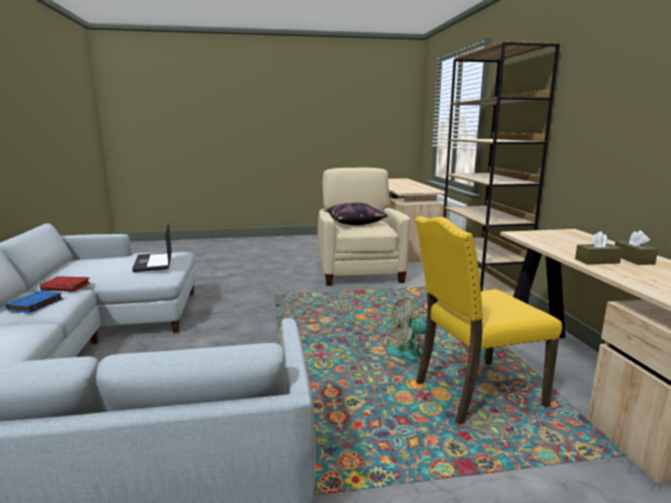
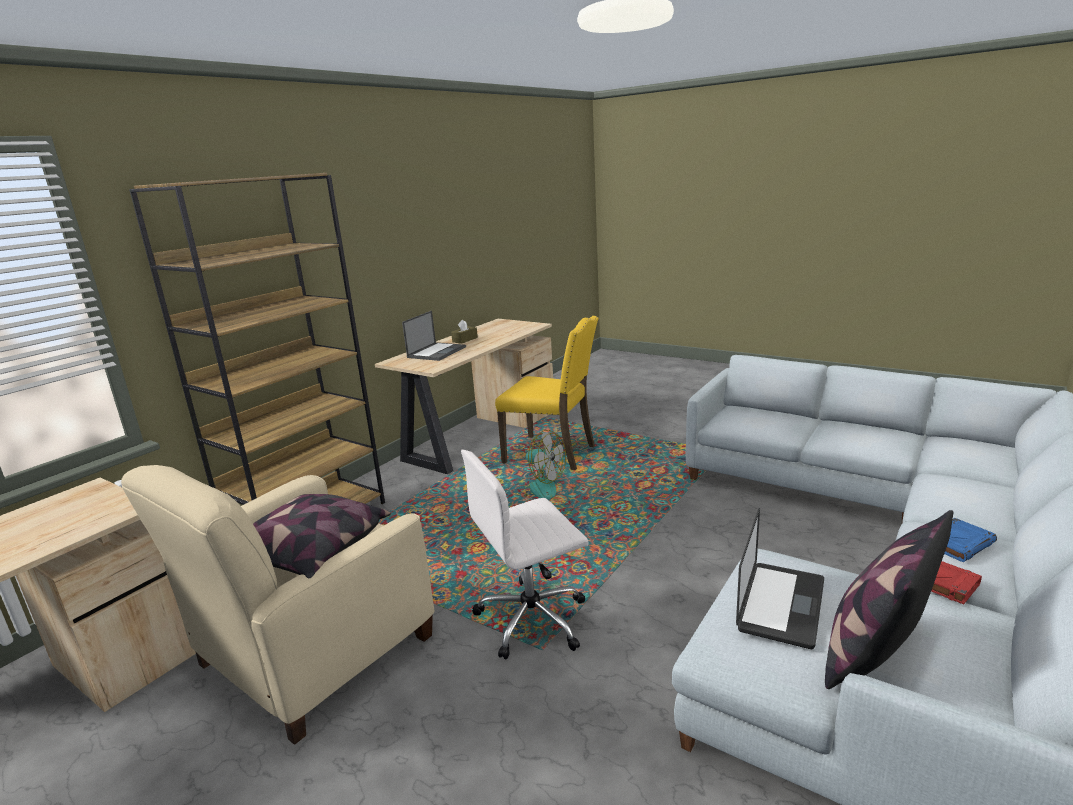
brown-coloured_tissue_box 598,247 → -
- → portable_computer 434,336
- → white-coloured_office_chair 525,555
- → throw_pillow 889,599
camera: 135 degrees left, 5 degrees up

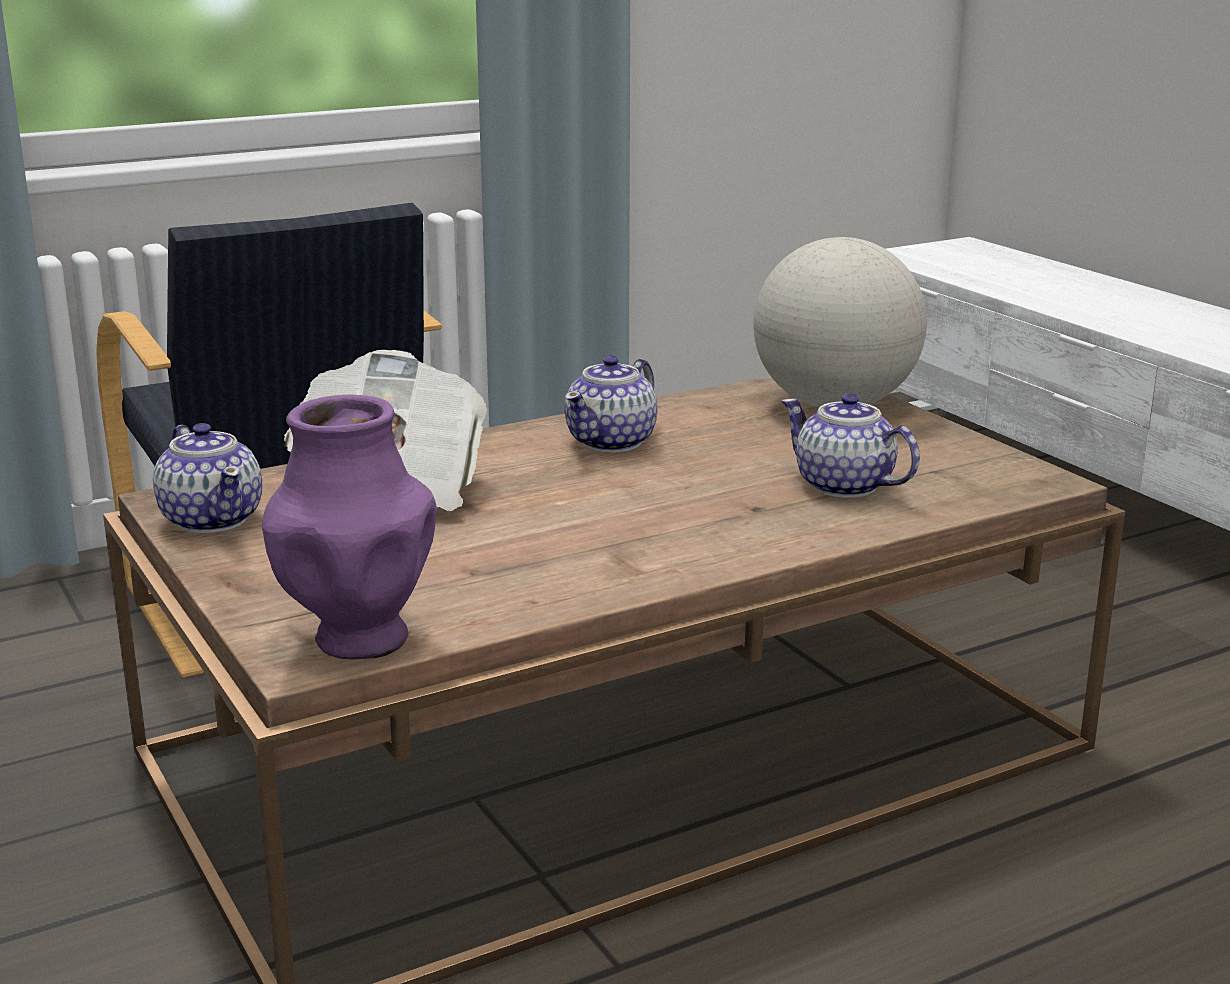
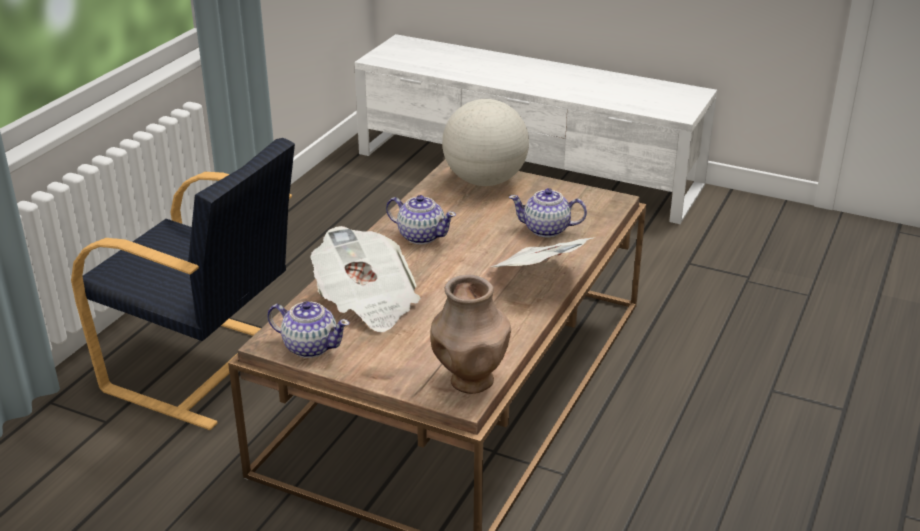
teapot 611,404 → teapot 421,219, 60 degrees counterclockwise
purplish_vase 349,527 → brown-coloured_vase 470,334
- → printed_paper 543,252
camera: 35 degrees left, 10 degrees up

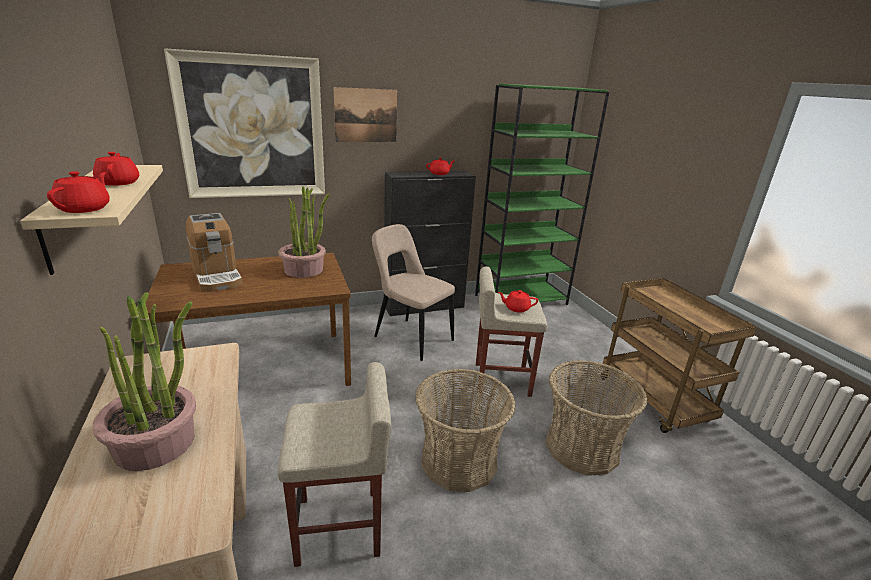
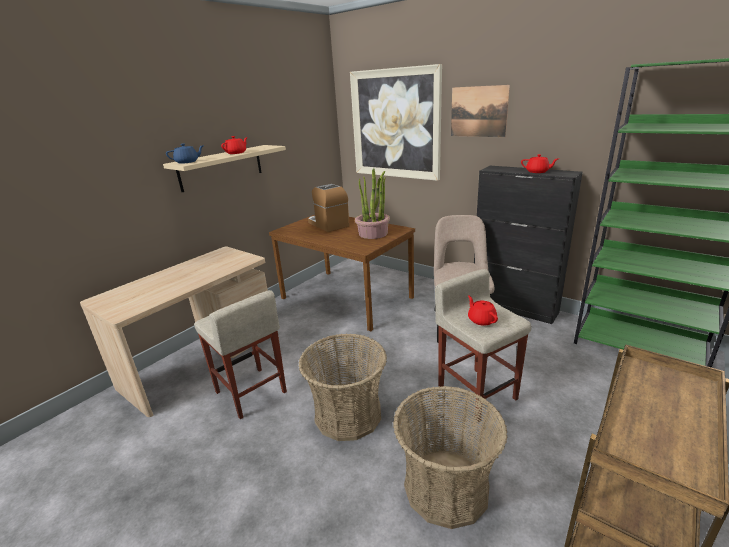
red-coloured_teapot 78,192 → blue_teapot 185,153
coffee_machine 214,252 → coffee_machine 329,208, 120 degrees clockwise
houseplant 144,381 → -
camera: 60 degrees right, 0 degrees up

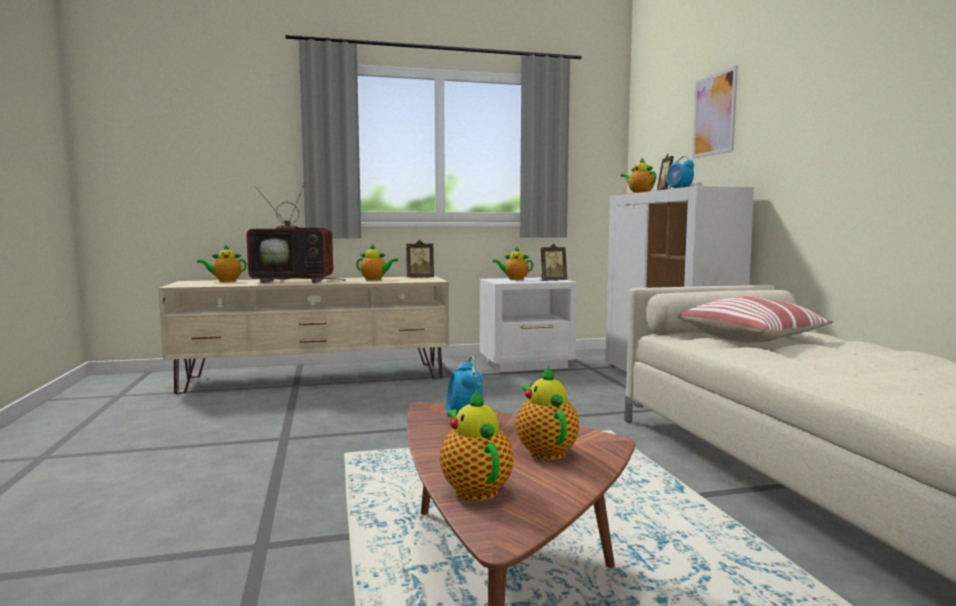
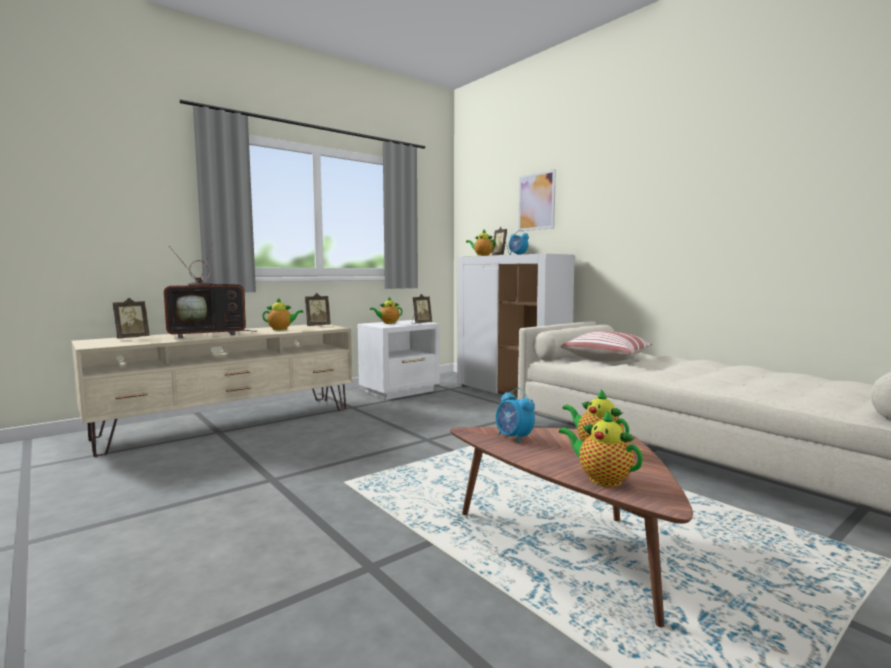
teapot 222,263 → standing_frame 131,318
camera: 25 degrees left, 0 degrees up

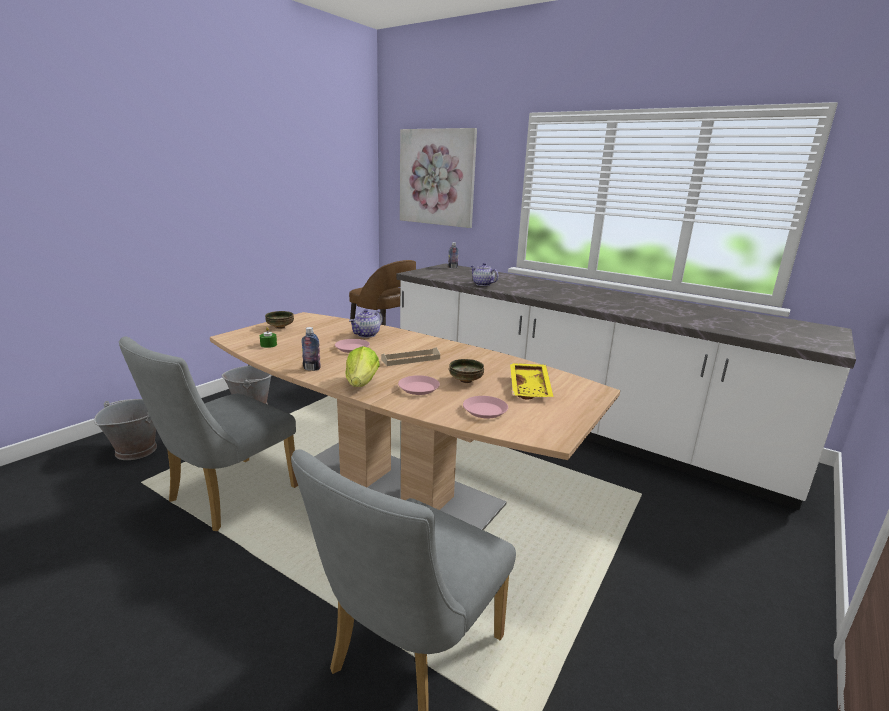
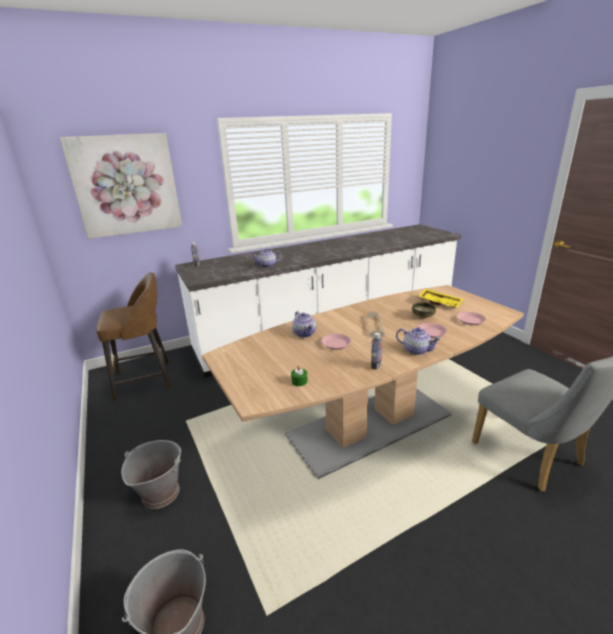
serving_bowl 279,320 → -
gray_chair 208,433 → -
lettuce_head 362,366 → teapot 418,341
camera: 60 degrees left, 5 degrees up

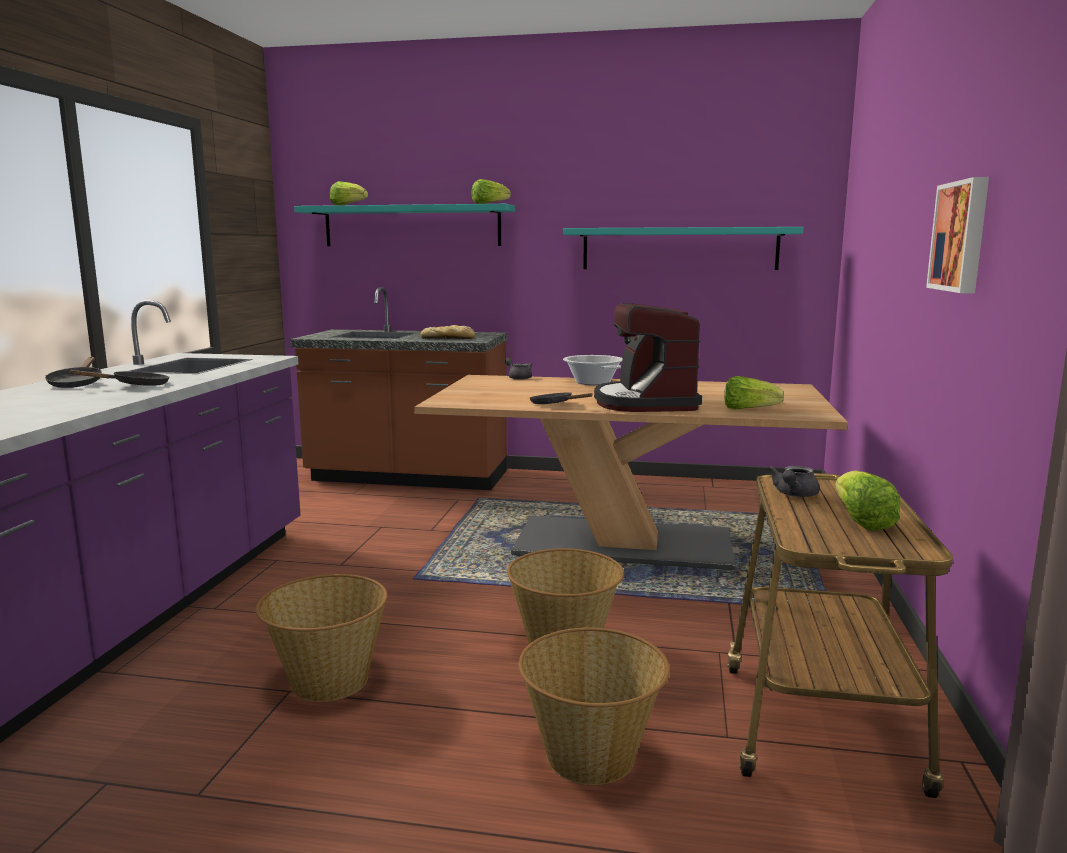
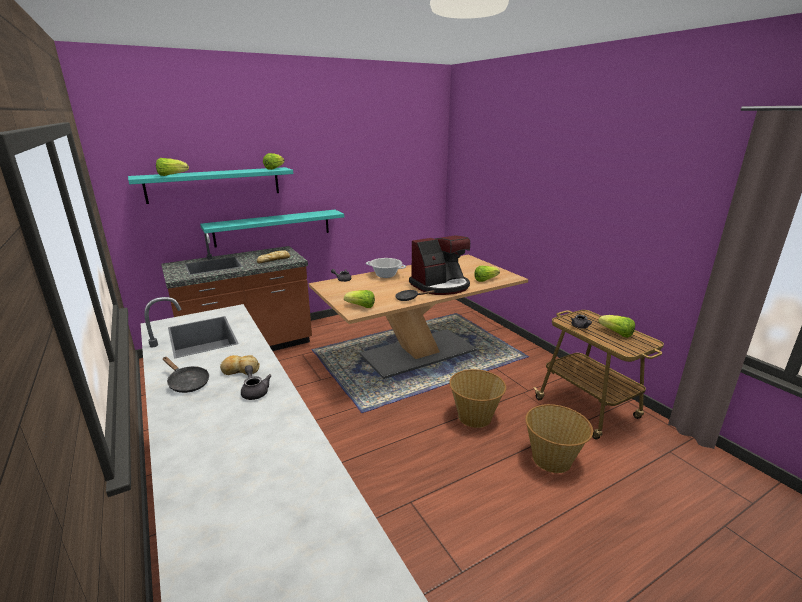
wall_picture 957,235 → -
turquoise-coloured_bracket_shelf 683,248 → turquoise-coloured_bracket_shelf 272,228, relocated
coffee_machine 648,357 → coffee_machine 439,265, 75 degrees counterclockwise
blackish_frying_pan 119,378 → bread 240,365
basket 321,638 → -
- → lettuce_head 359,299
- → gray_teapot 256,382
camera: 40 degrees left, 10 degrees up

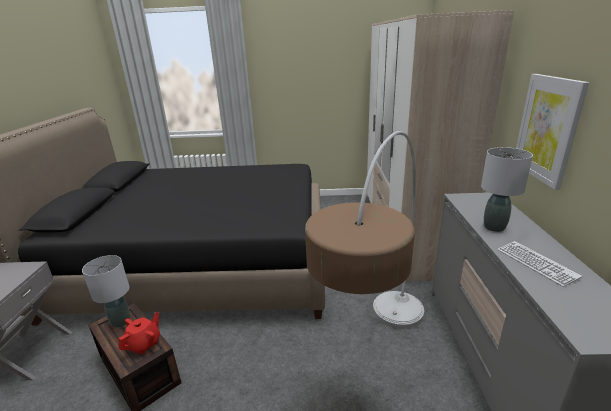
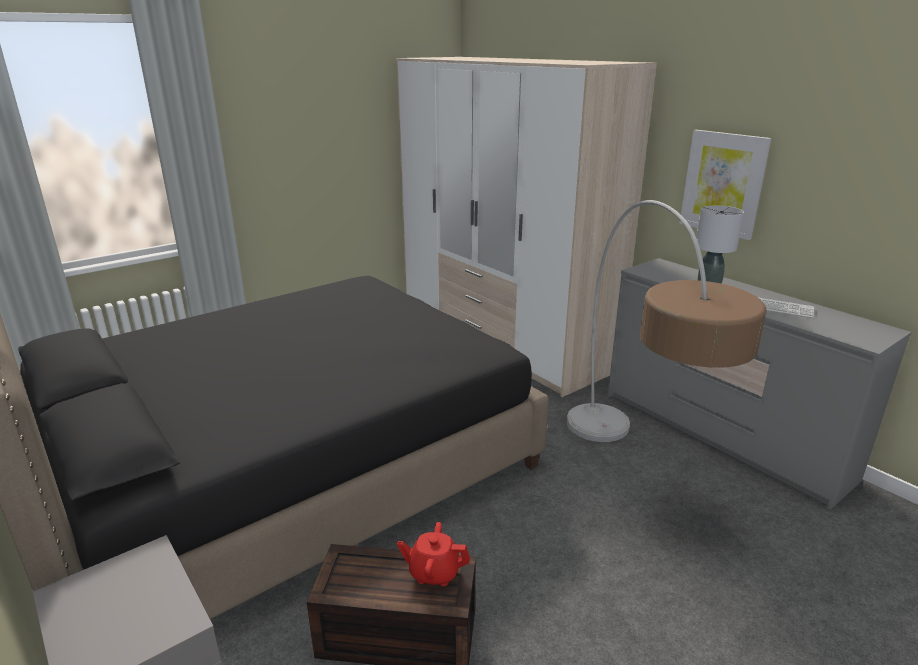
gray_tabletop_lamp 106,291 → -
red-coloured_teapot 139,333 → red-coloured_teapot 433,554, 75 degrees counterclockwise
camera: 40 degrees left, 0 degrees up

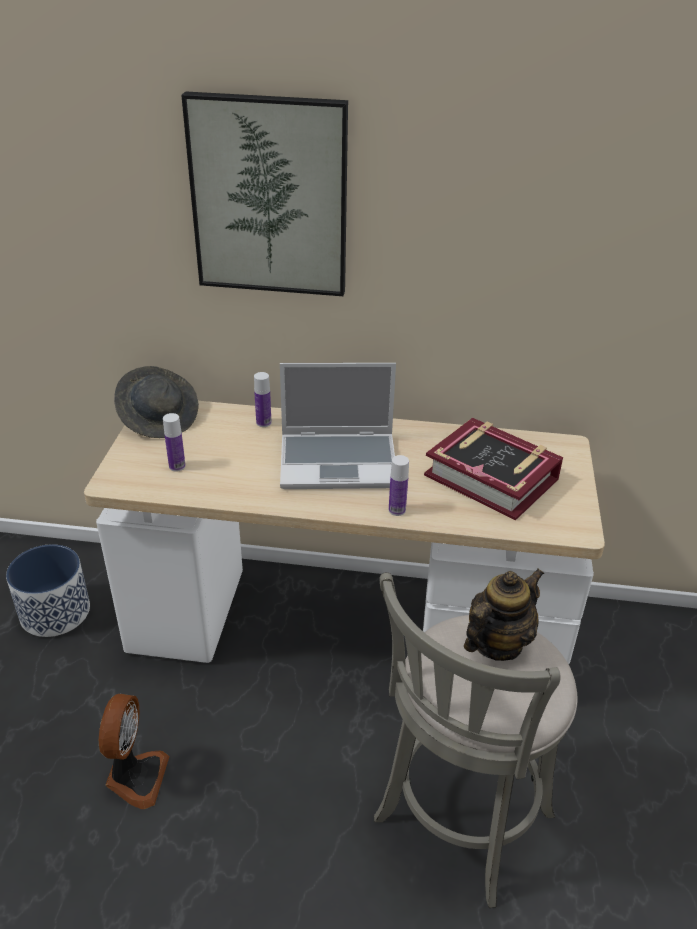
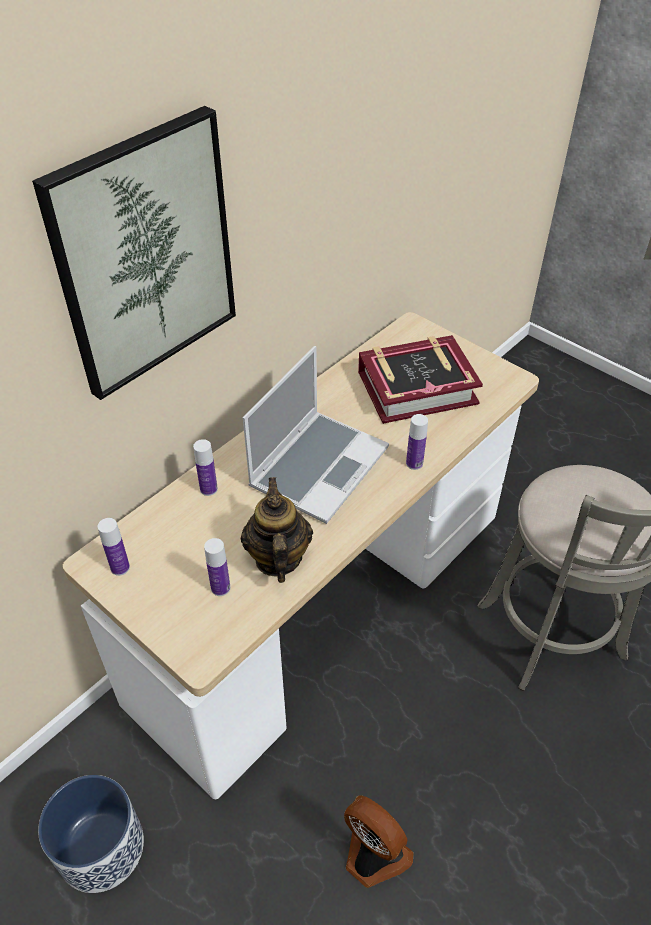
gray_wearable_hat 156,402 → bottle 114,547
teapot 504,615 → teapot 277,530, relocated
camera: 55 degrees left, 10 degrees up

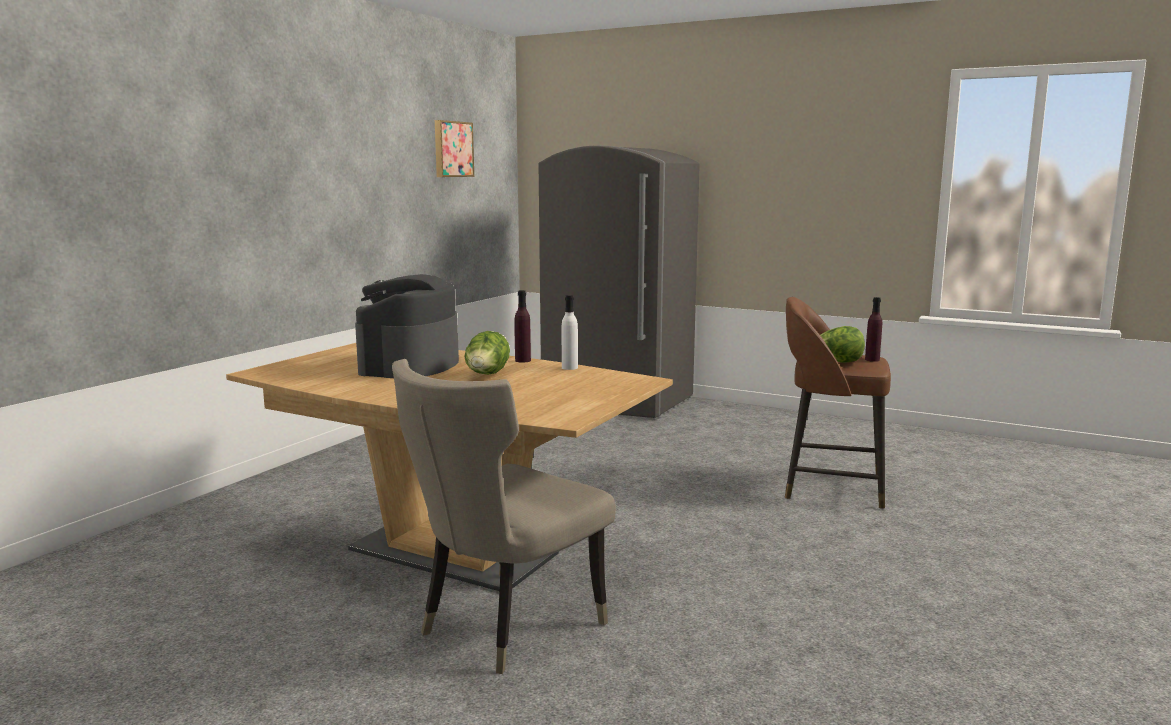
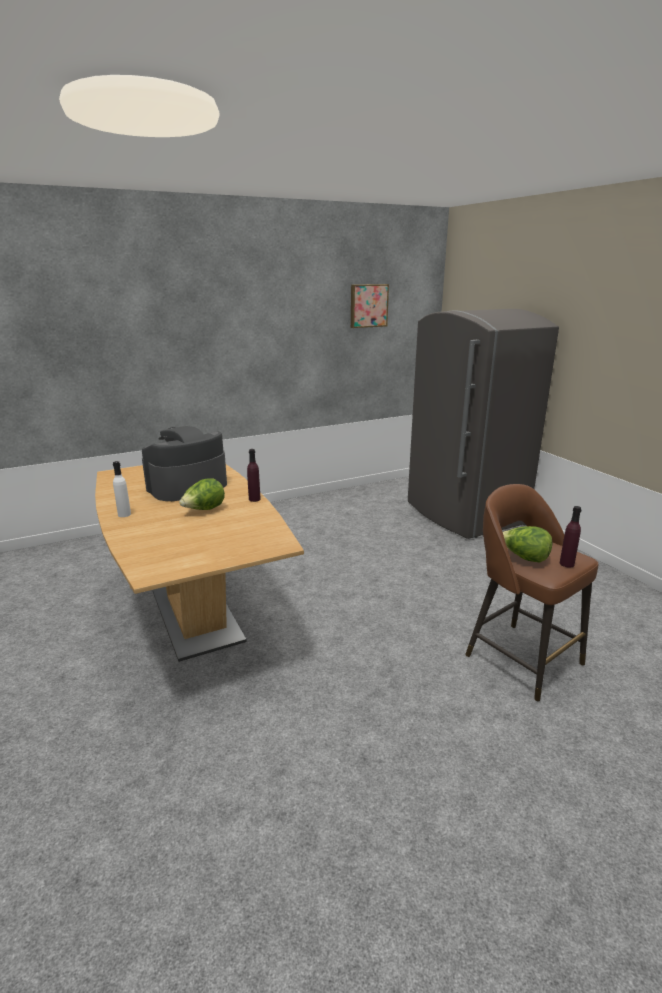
white-coloured_bottle 570,332 → white-coloured_bottle 122,489, relocated
beige-coloured_chair 504,516 → -
camera: 35 degrees right, 10 degrees up

